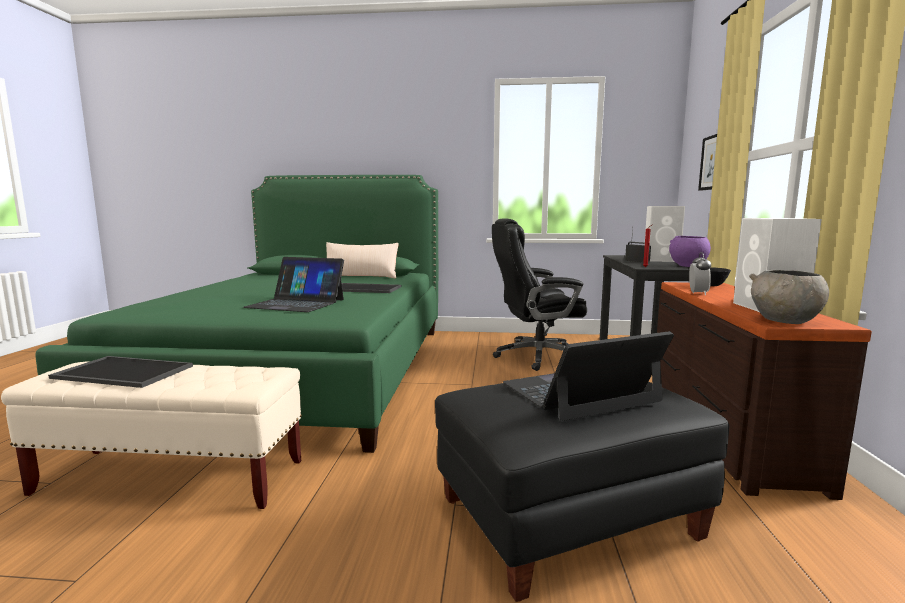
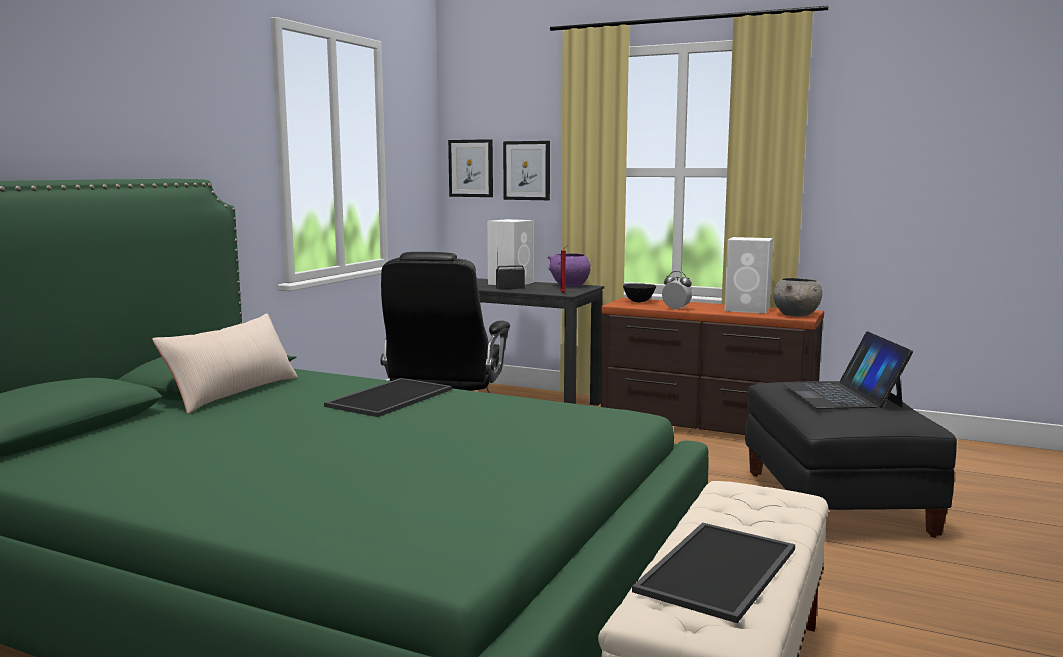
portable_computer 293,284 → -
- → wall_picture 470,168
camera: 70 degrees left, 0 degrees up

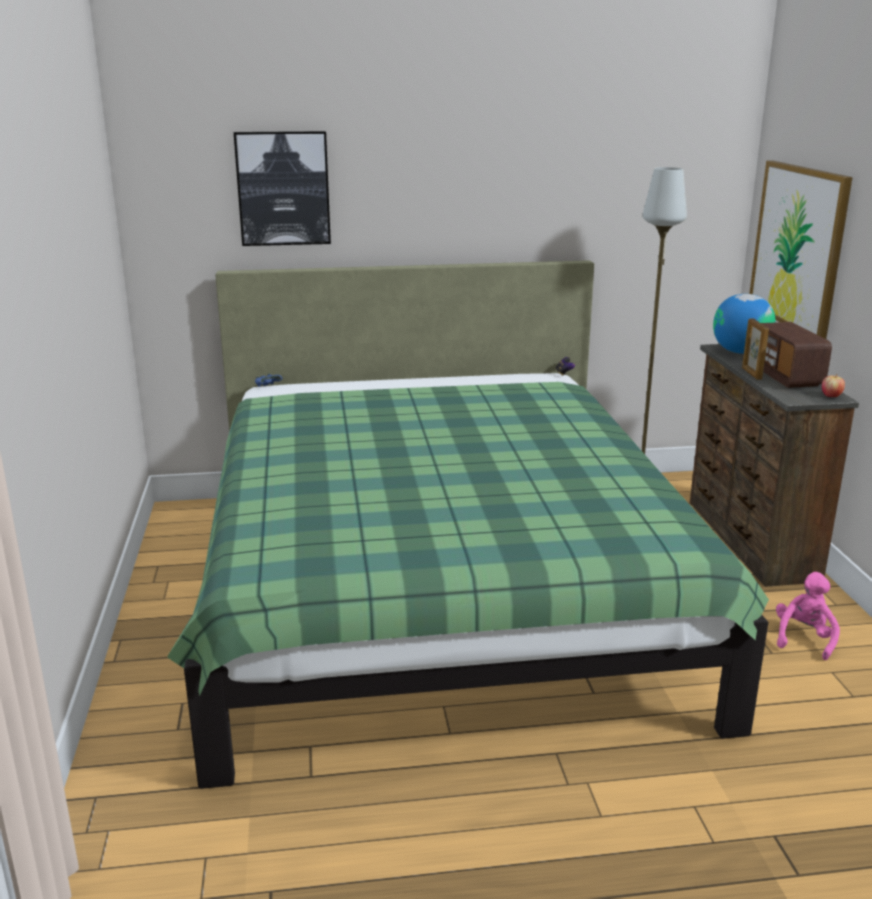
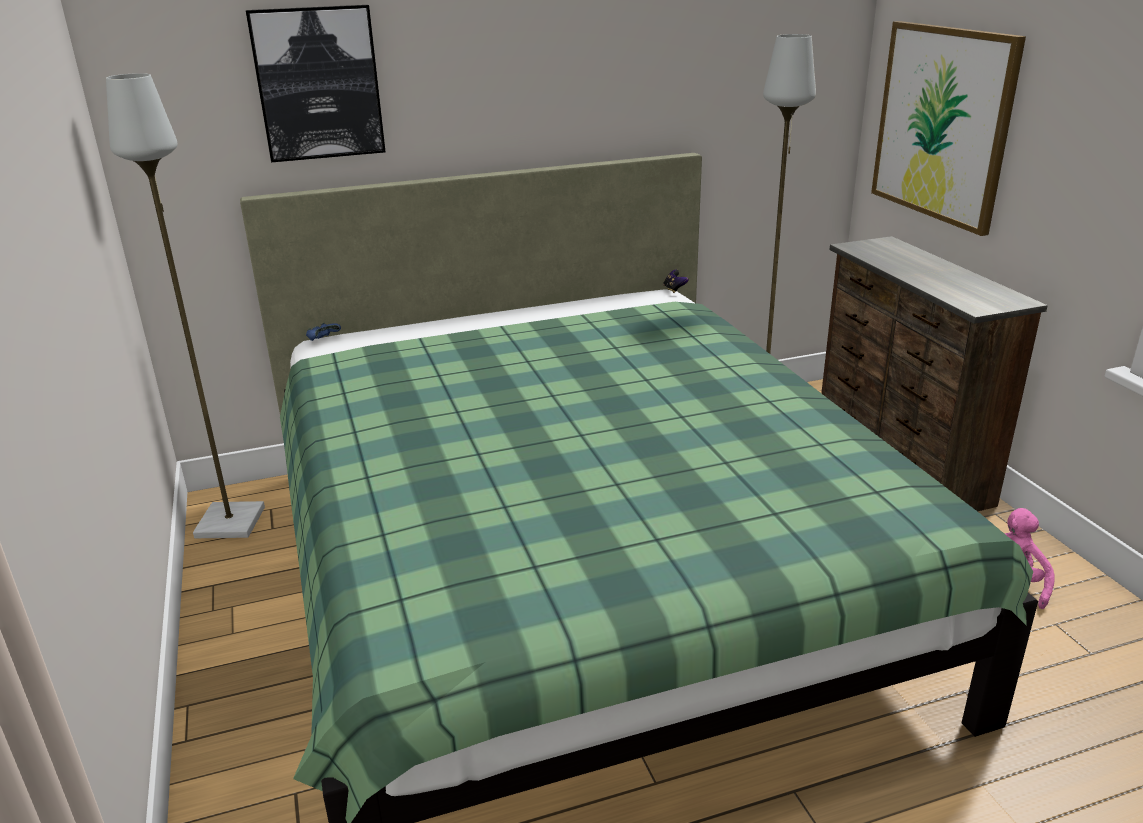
globe 744,324 → -
standing_frame 755,349 → -
radio 796,355 → -
apple_fruit 833,385 → -
- → gray_standard_lamp 185,305
camera: 10 degrees left, 5 degrees up

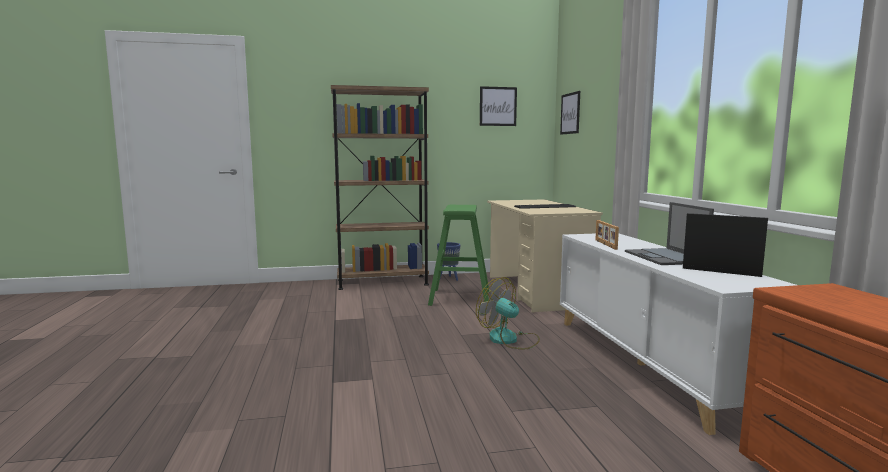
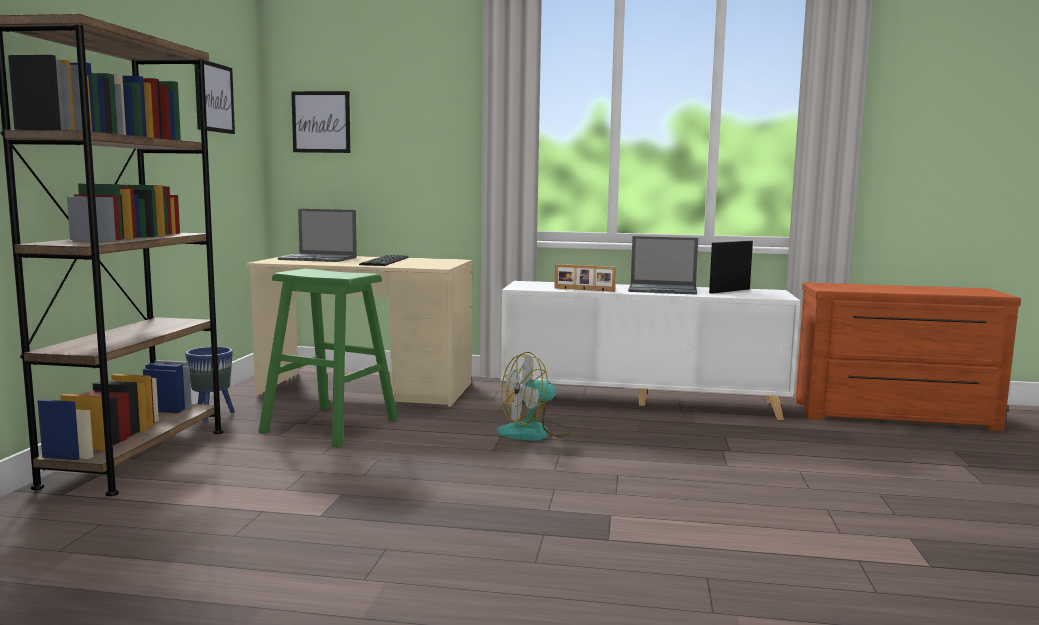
- → portable_computer 317,235
camera: 70 degrees left, 0 degrees up

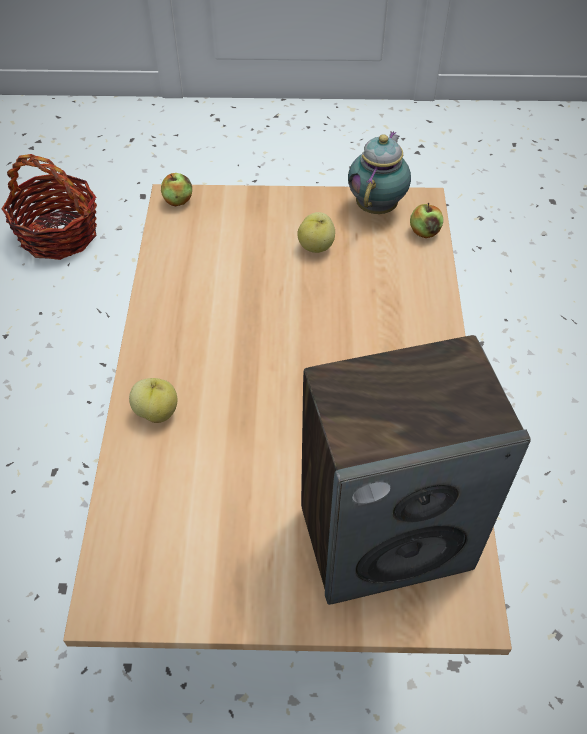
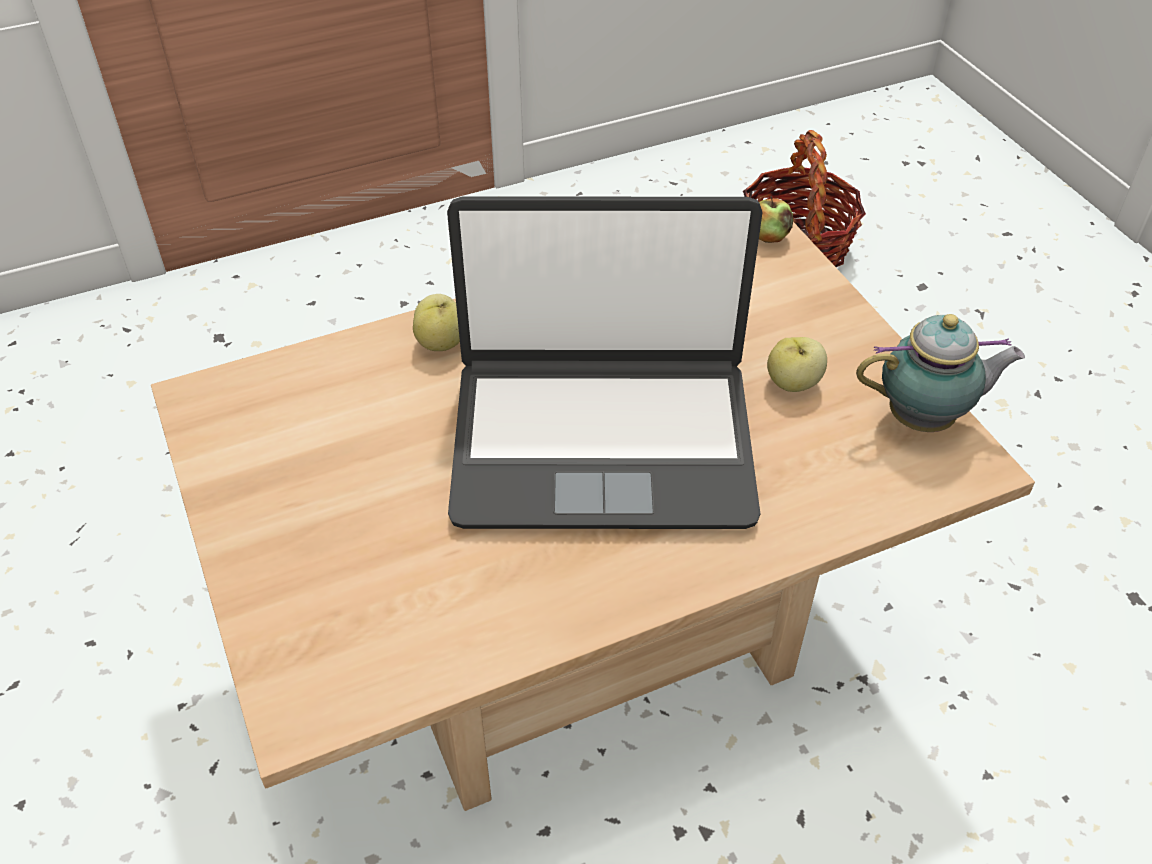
apple_fruit 426,220 → -
speaker 416,470 → -
- → portable_computer 605,362
camera: 65 degrees right, 5 degrees down

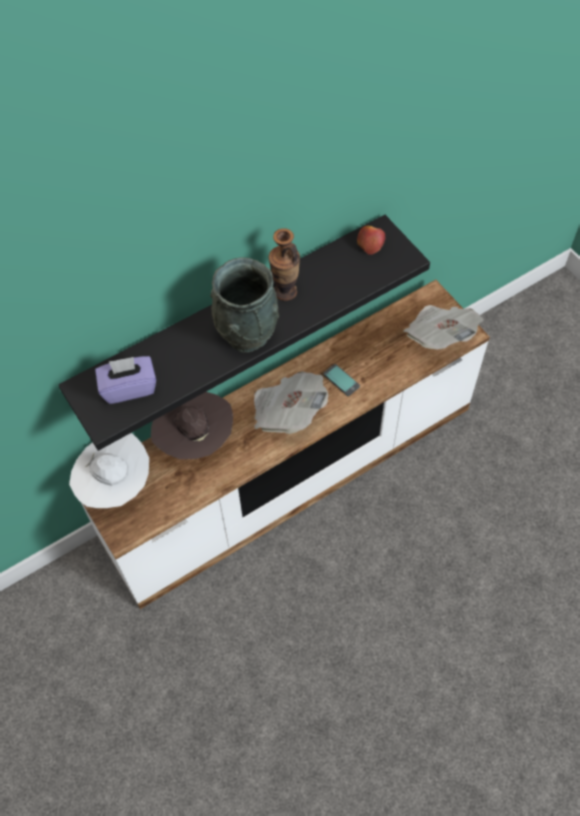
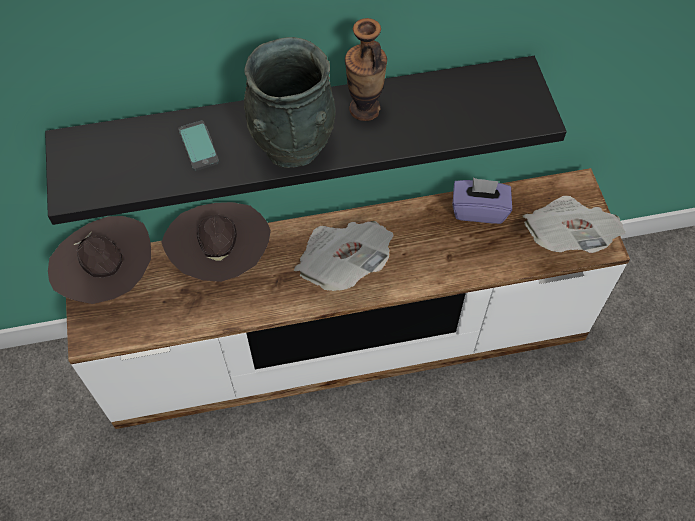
apple_fruit 371,240 → -
purplish_tissue_box 125,380 → purplish_tissue_box 482,201, relocated
telephone 341,380 → telephone 198,145, relocated
white-coloured_wearable_hat 109,470 → brown-coloured_wearable_hat 99,260
camera: 20 degrees right, 0 degrees up

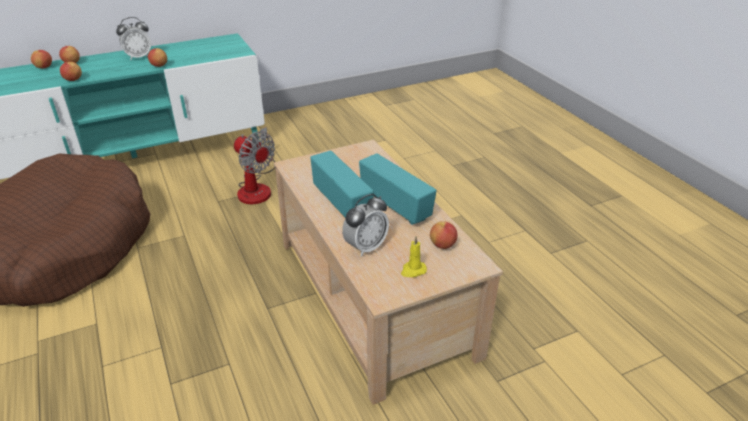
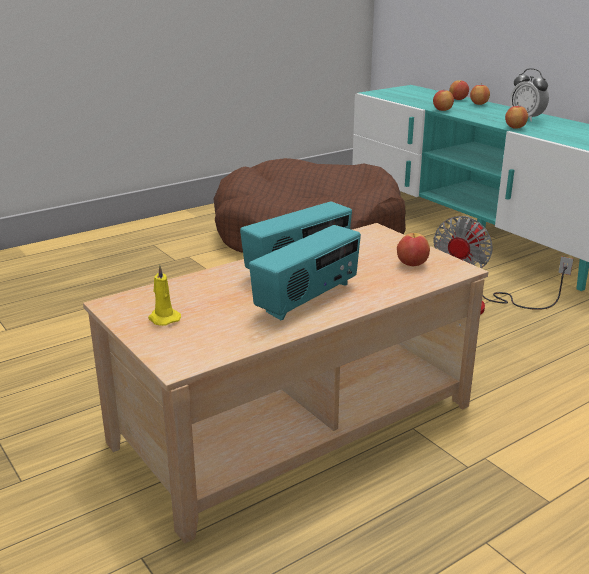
table_clock 365,225 → -
apple_fruit 444,235 → apple_fruit 413,249, relocated
camera: 80 degrees right, 10 degrees down

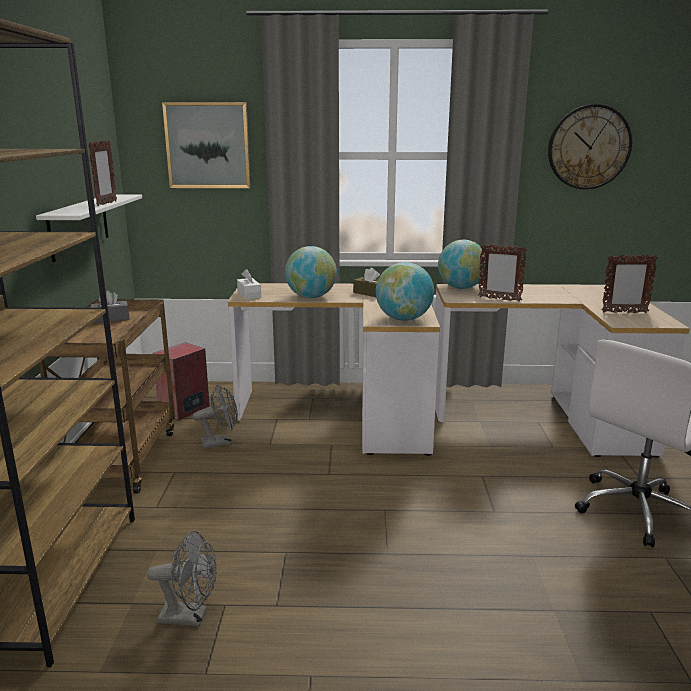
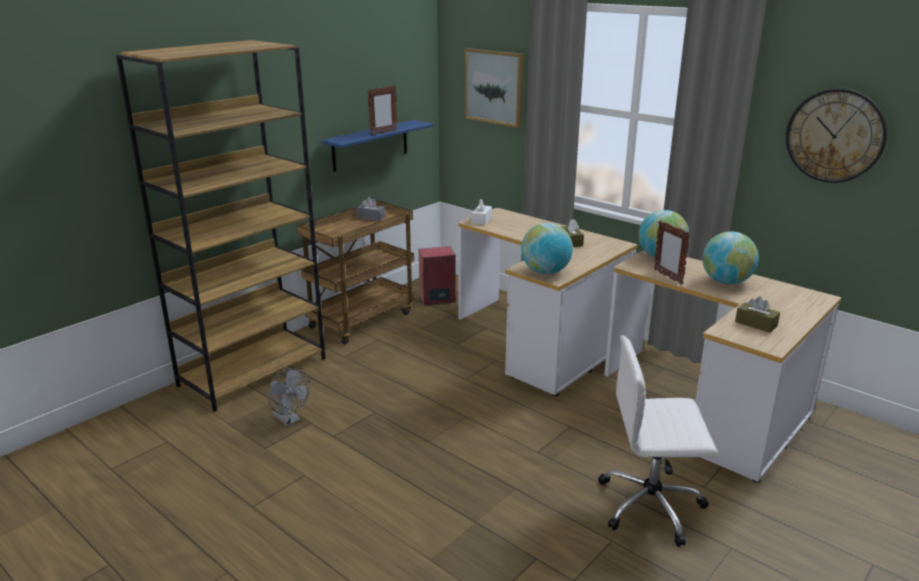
white-coloured_bracket_shelf 89,228 → blue_bracket_shelf 377,146
globe 311,272 → globe 730,257, relocated
standing_frame 630,283 → brown-coloured_tissue_box 757,314
gray_cooling_fan 215,416 → -
camera: 40 degrees right, 5 degrees up

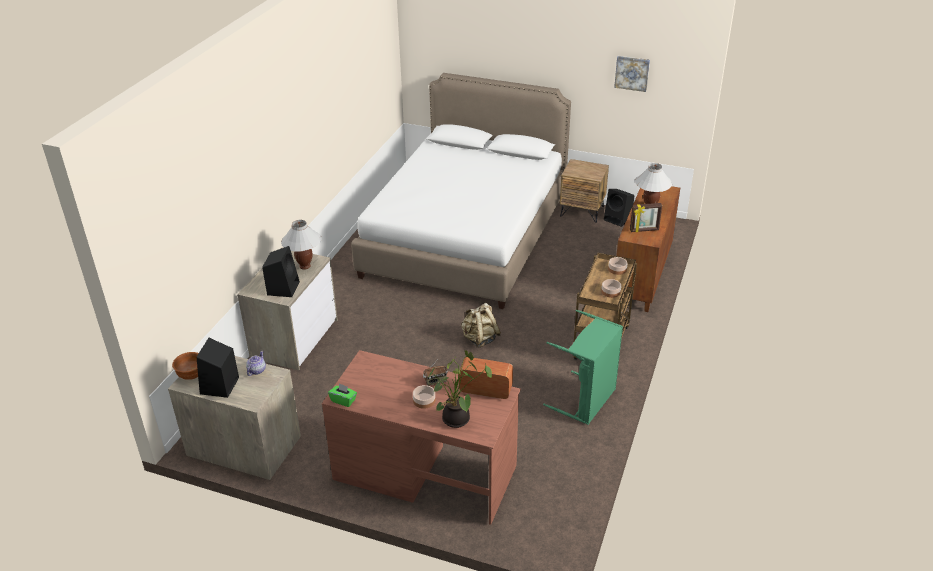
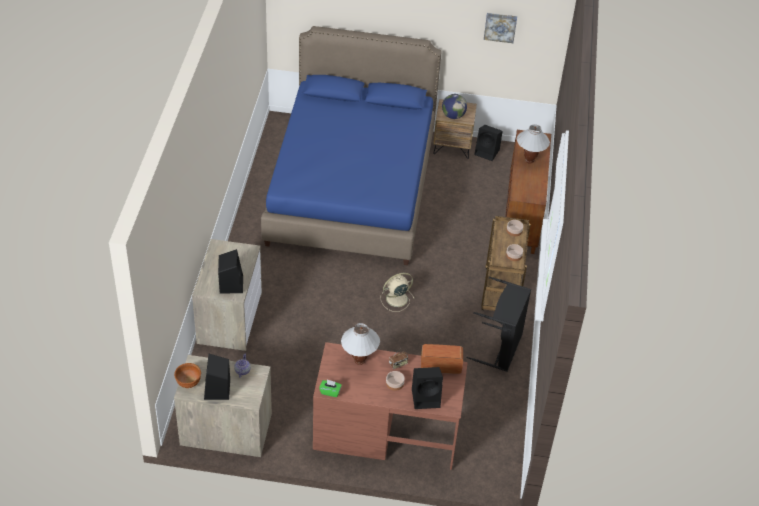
white-coloured_sleeping_bed 461,191 → blue_sleeping_bed 351,145
standing_frame 646,217 → -
white-coloured_tabletop_lamp 301,245 → white-coloured_tabletop_lamp 360,344, relocated
beige-coloured_rucksack 481,325 → beige-coloured_cooling_fan 397,292
green_hamper 583,367 → blackish_hamper 499,324
houseplant 460,389 → blackish_speaker 427,388
- → globe 454,106
camera: 15 degrees left, 10 degrees up

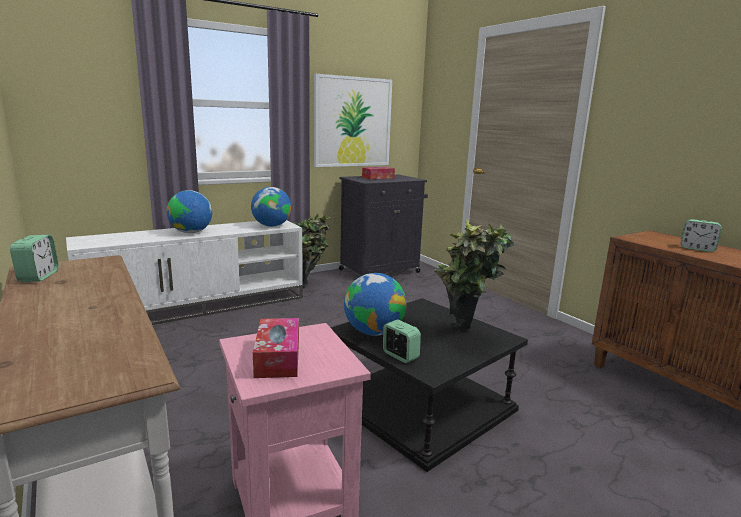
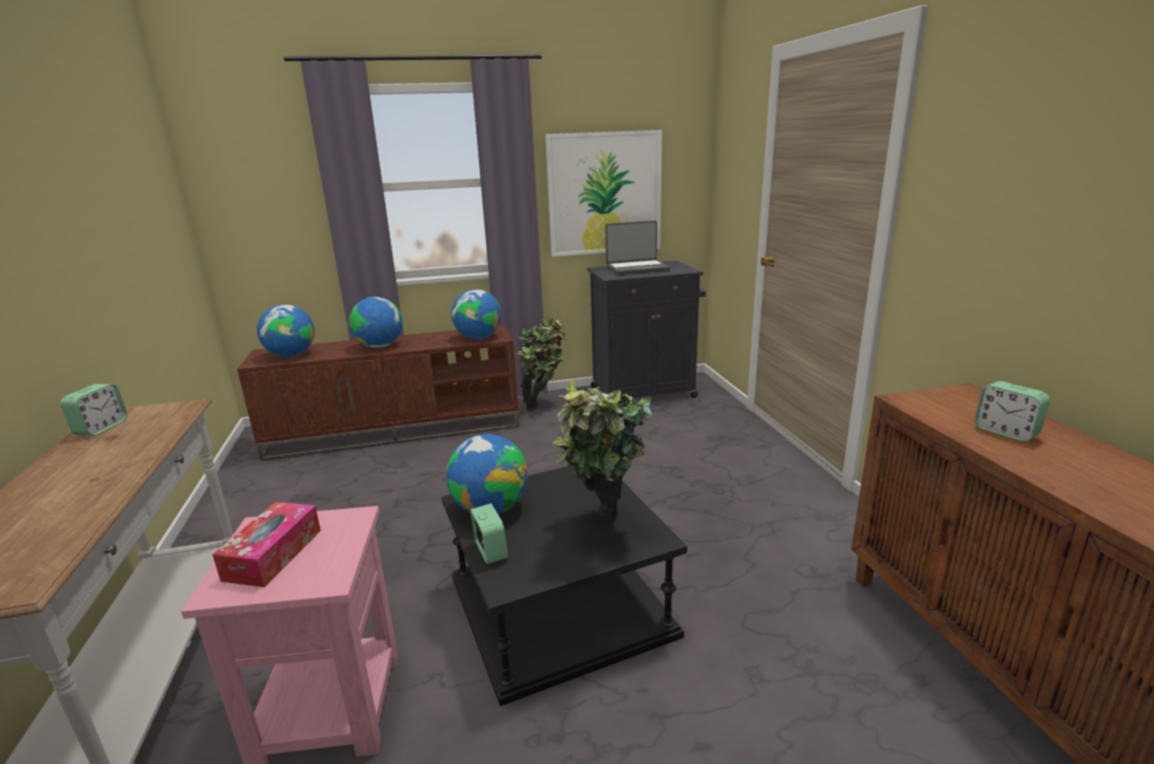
tissue_box 378,173 → portable_computer 637,248
white-coloured_media_console 184,272 → brown-coloured_media_console 378,393
- → globe 286,331
camera: 20 degrees right, 5 degrees up

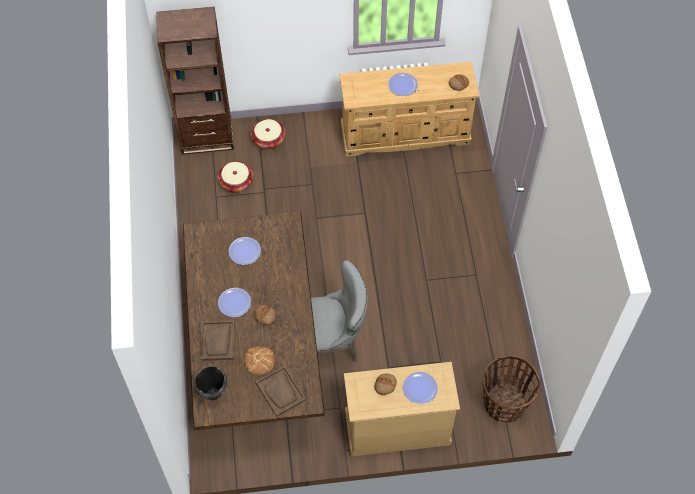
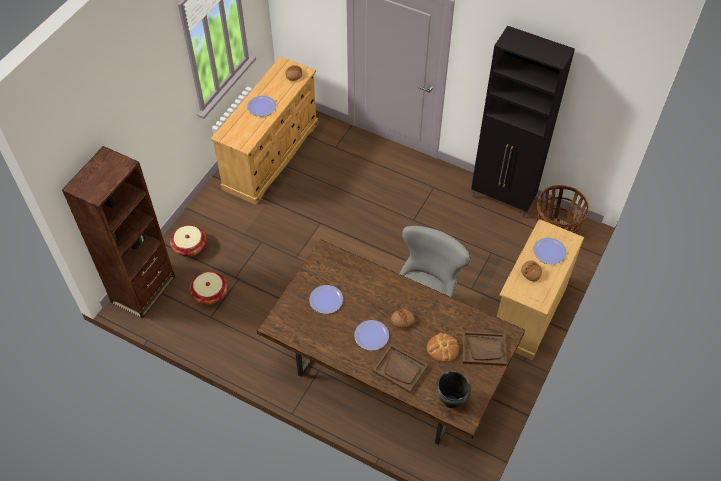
- → blackish_storage_cabinet 523,122
camera: 55 degrees left, 5 degrees down

